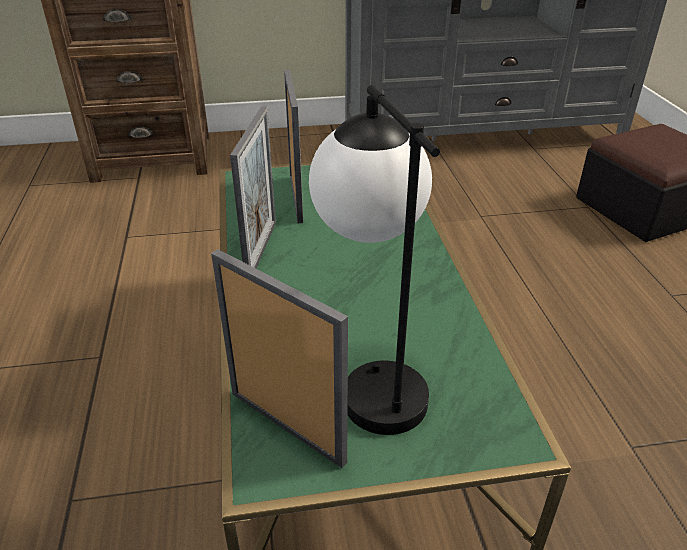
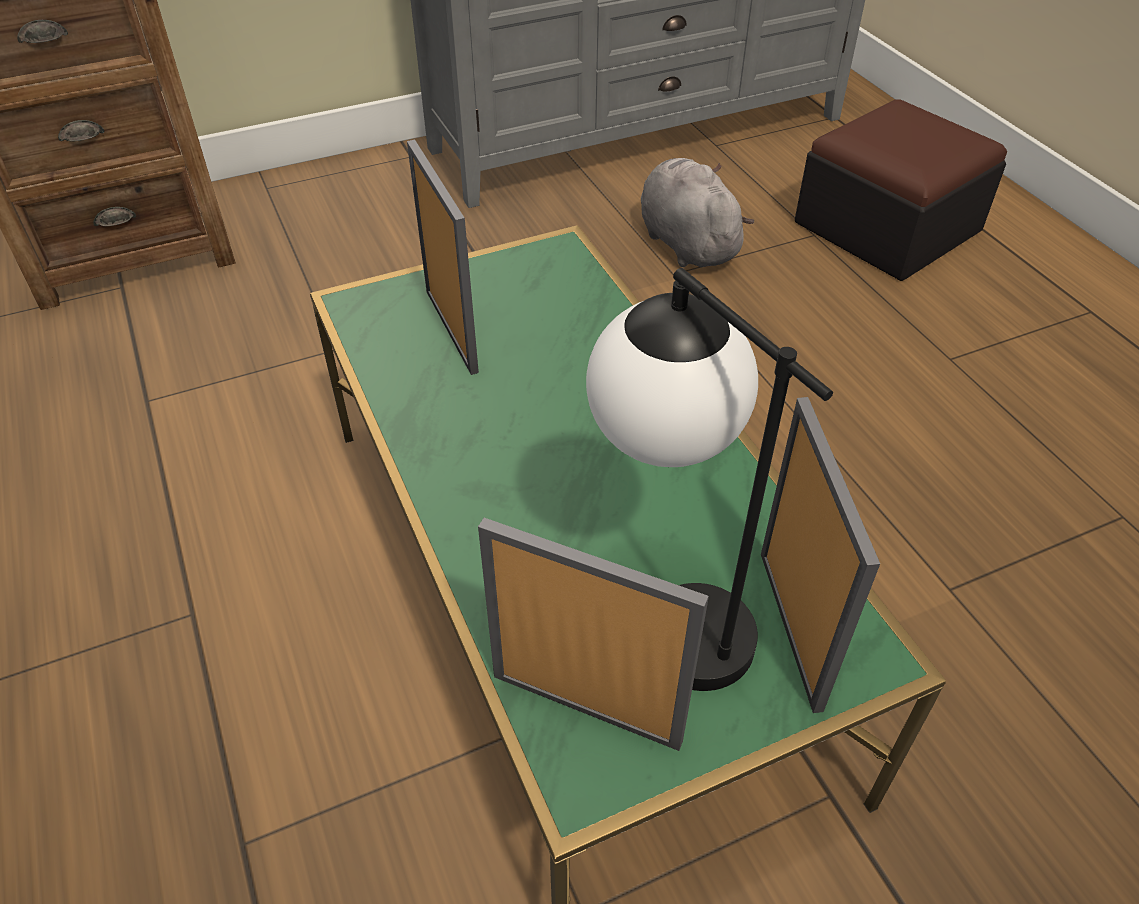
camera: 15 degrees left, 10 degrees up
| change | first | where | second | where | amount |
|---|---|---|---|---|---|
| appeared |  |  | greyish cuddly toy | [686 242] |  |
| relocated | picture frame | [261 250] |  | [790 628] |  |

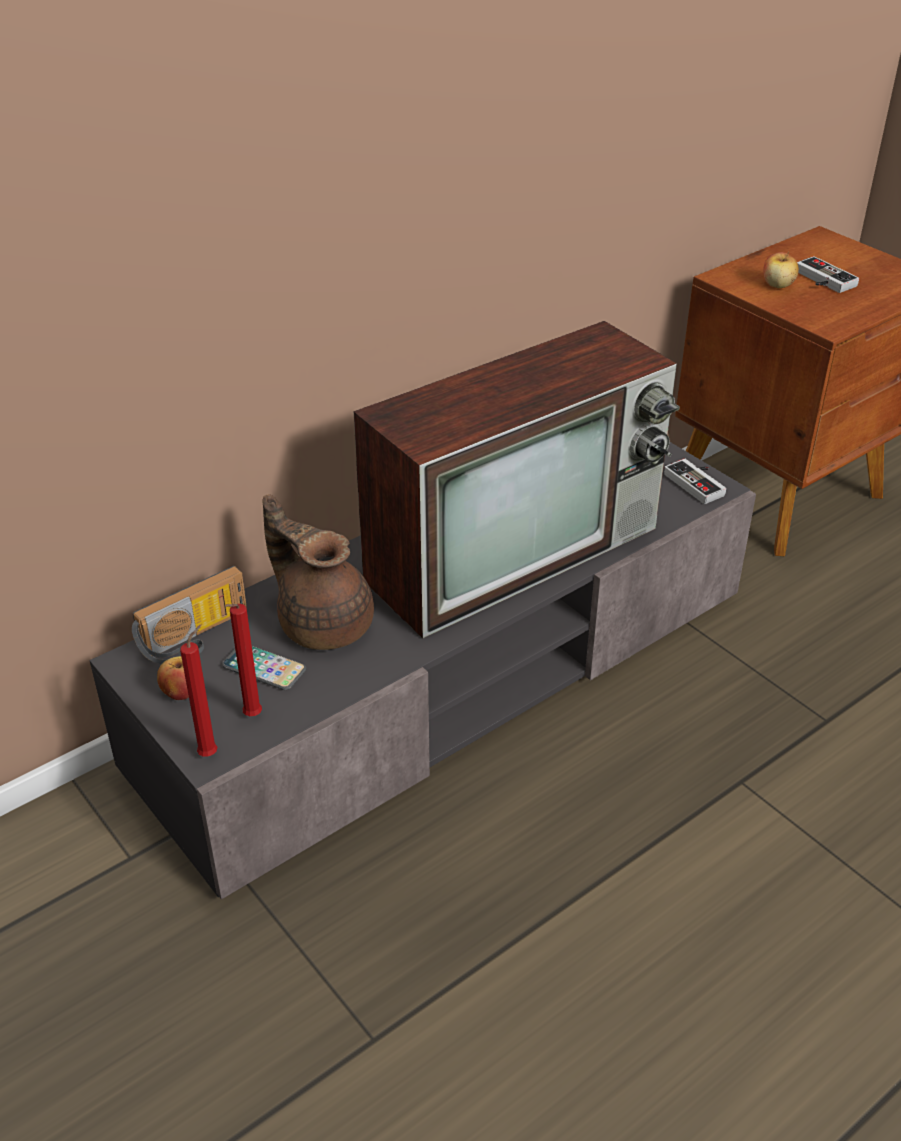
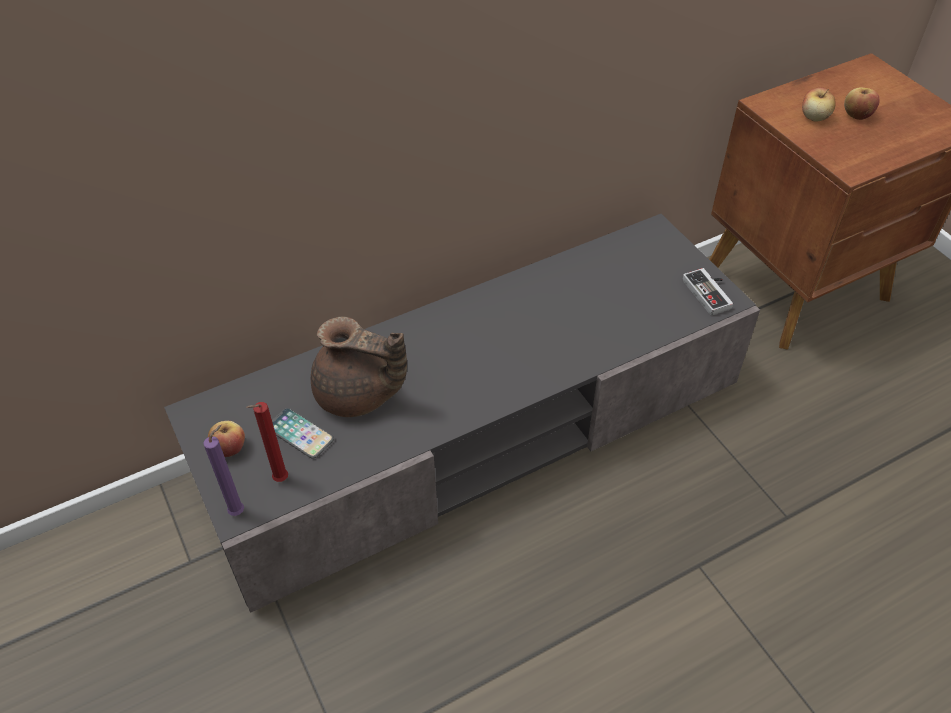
camera: 10 degrees right, 10 degrees up
| change | first | where | second | where | amount |
|---|---|---|---|---|---|
| colour | red-coloured candle | [211 753] | purple-coloured candle | [239 511] |  |
| spun | brownish pot for tea | [323 622] |  | [358 395] | 150 degrees clockwise |
| exchanged | game controller | [821 280] | apple fruit | [856 115] |  |
| missing | radio | [197 638] |  |  |  |
| missing | television | [516 550] |  |  |  |

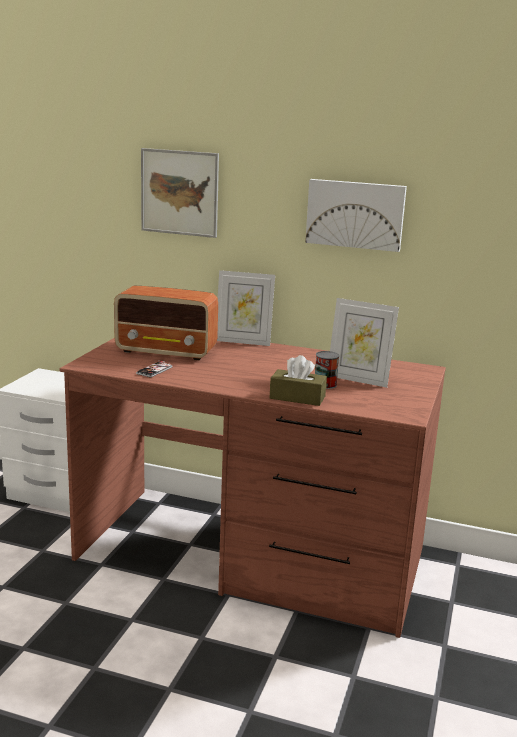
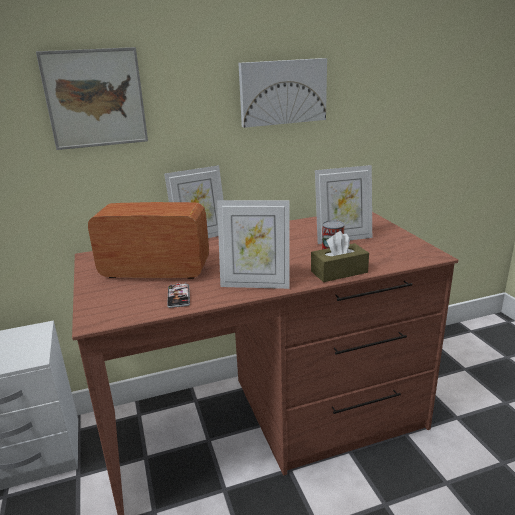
camera: 35 degrees left, 5 degrees up
| change | first | where | second | where | amount |
|---|---|---|---|---|---|
| spun | radio | [167 351] |  | [154 271] | 150 degrees counterclockwise |
| appeared |  |  | picture frame | [255 284] |  |

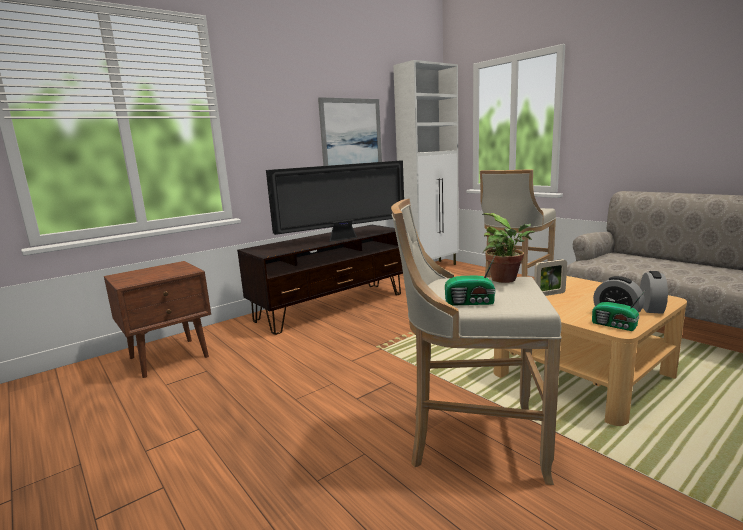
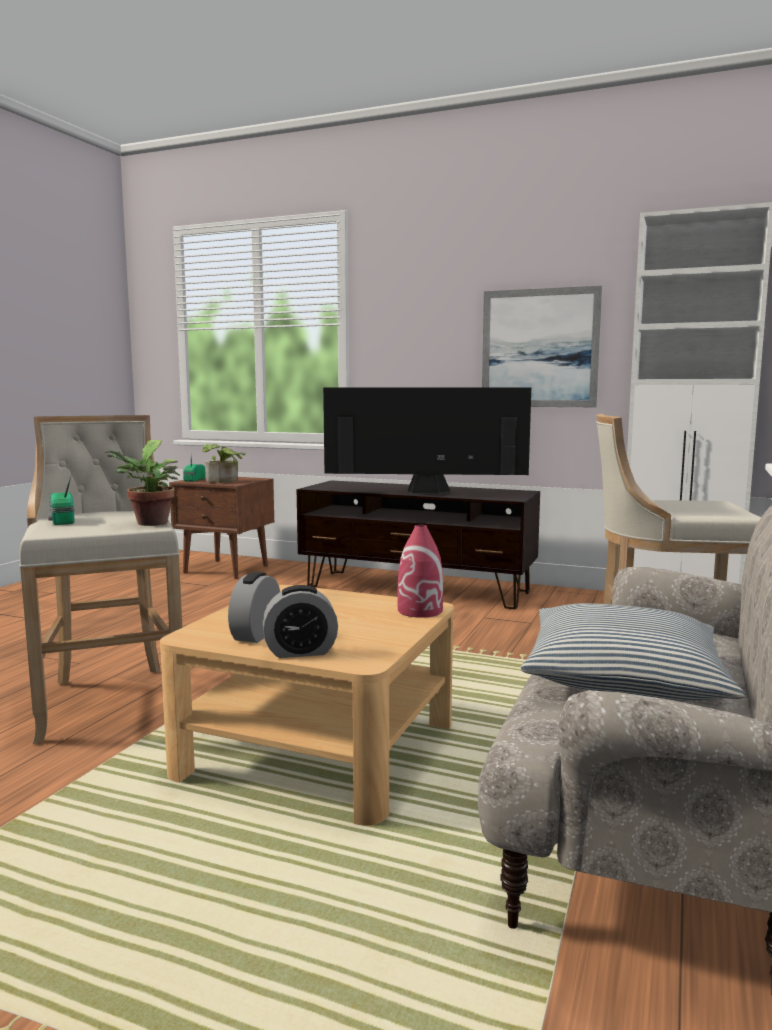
camera: 60 degrees right, 5 degrees down
| change | first | where | second | where | amount |
|---|---|---|---|---|---|
| relocated | radio | [615 326] |  | [193 480] |  |
| appeared |  |  | houseplant | [223 481] |  |
| spun | television | [343 238] |  | [425 493] | 150 degrees clockwise |
| appeared |  |  | red-coloured vase | [420 611] |  |
| appeared |  |  | throw pillow | [623 675] |  |
| missing | picture frame | [549 294] |  |  |  |

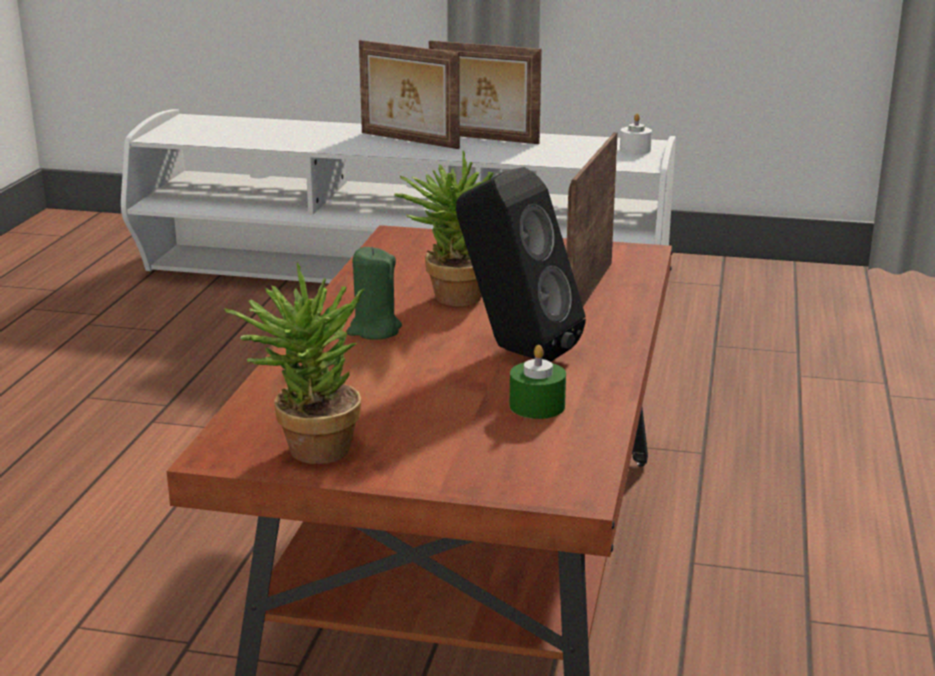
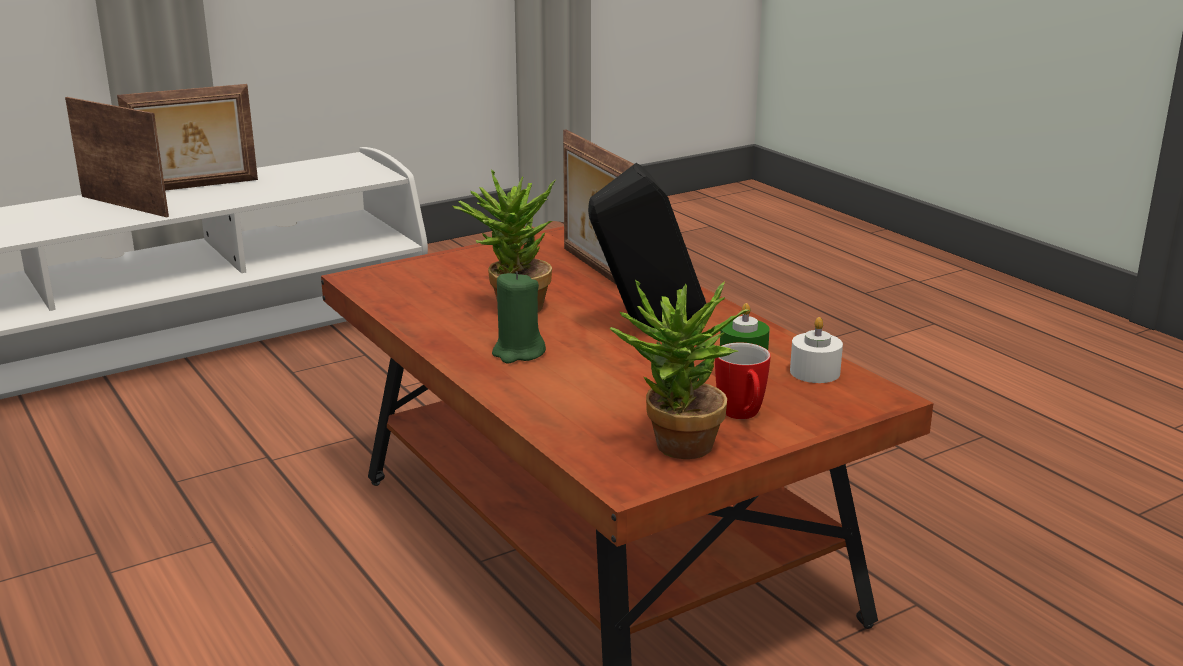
camera: 45 degrees left, 0 degrees up
| change | first | where | second | where | amount |
|---|---|---|---|---|---|
| spun | picture frame | [408 141] |  | [126 205] | 135 degrees counterclockwise |
| appeared |  |  | tea mug | [743 416] |  |
| relocated | white-coloured candle | [635 150] |  | [815 372] |  |

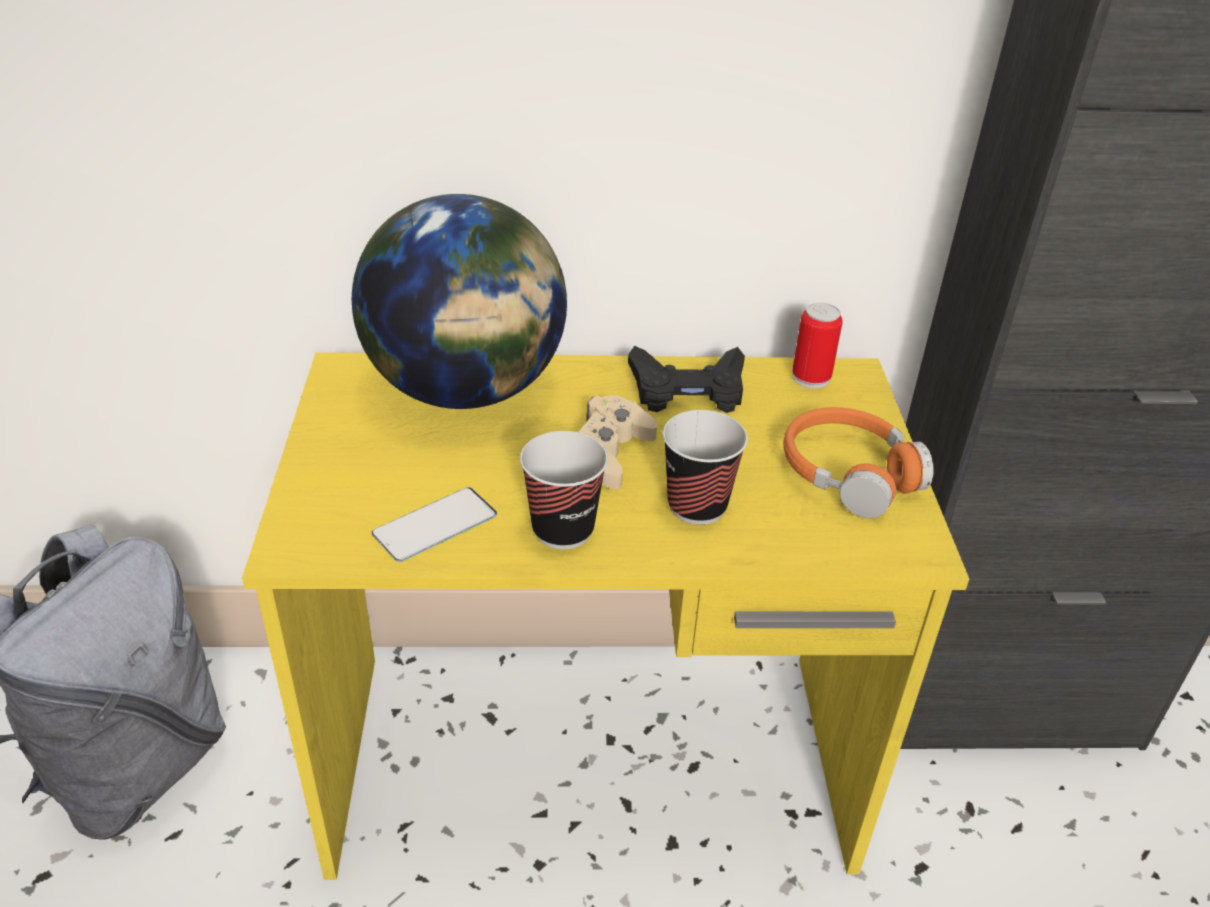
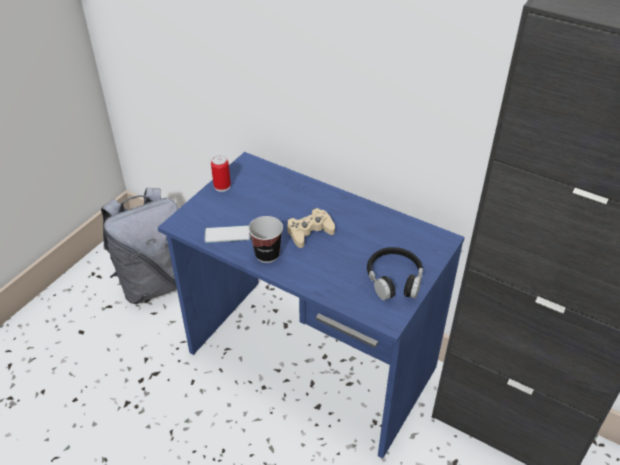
camera: 35 degrees right, 5 degrees up
| change | first | where | second | where | amount |
|---|---|---|---|---|---|
| colour | yellowish desk unit | [593 764] | blue desk unit | [310 362] |  |
| relocated | can | [811 378] |  | [222 186] |  |
| colour | orange-coloured pair of headphones | [849 474] | blackish pair of headphones | [394 279] |  |
| missing | world globe | [466 390] |  |  |  |
| missing | blackish game controller | [688 389] |  |  |  |
| missing | drinking cup | [697 506] |  |  |  |

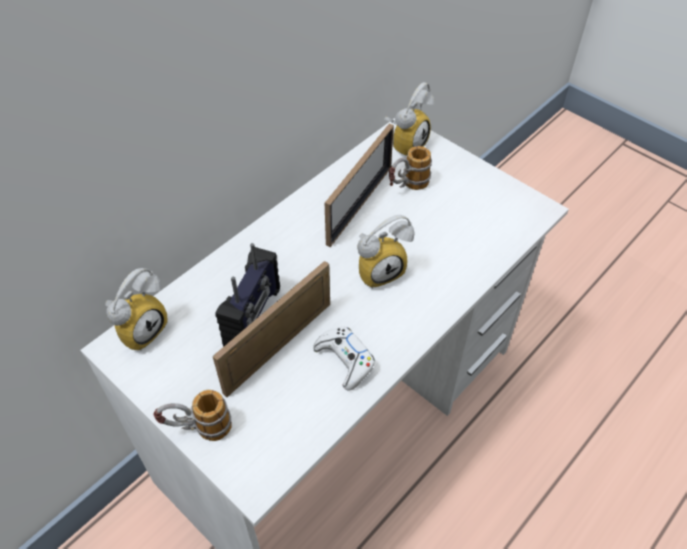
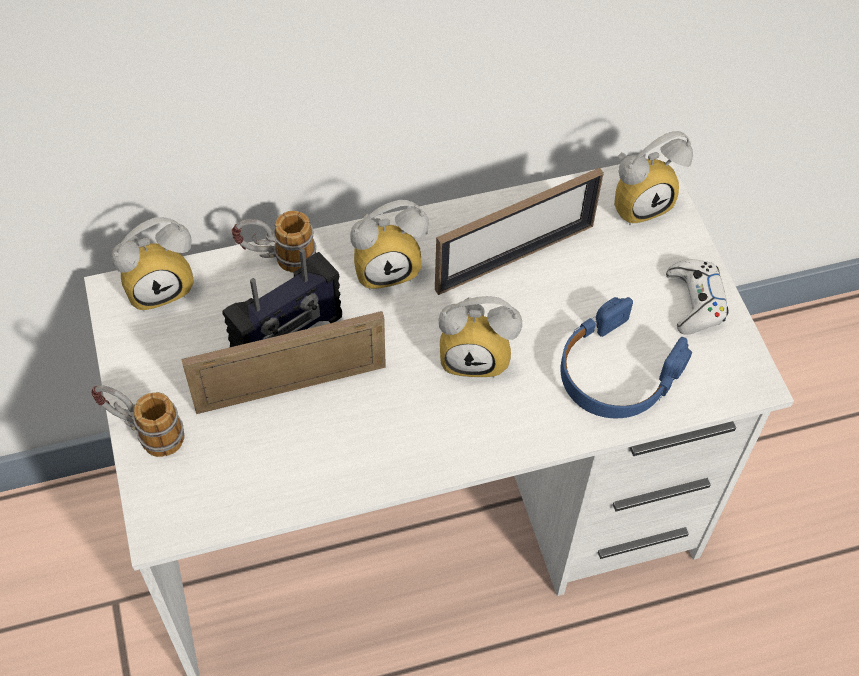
camera: 30 degrees right, 5 degrees up
| change | first | where | second | where | amount |
|---|---|---|---|---|---|
| relocated | tea mug | [407 187] |  | [277 260] |  |
| appeared |  |  | table clock | [387 266] |  |
| appeared |  |  | blue pair of headphones | [616 372] |  |
| relocated | white-coloured game controller | [345 361] |  | [695 302] |  |

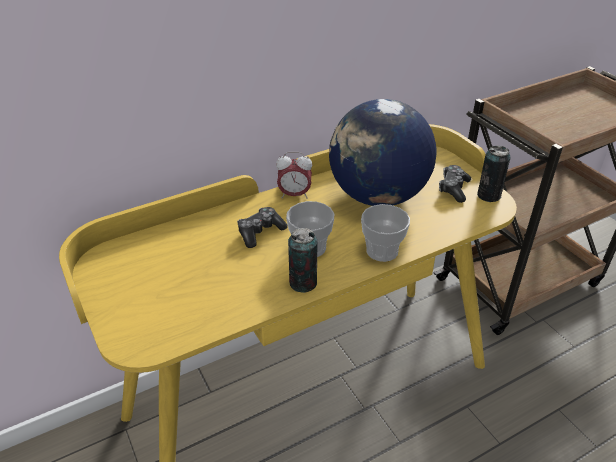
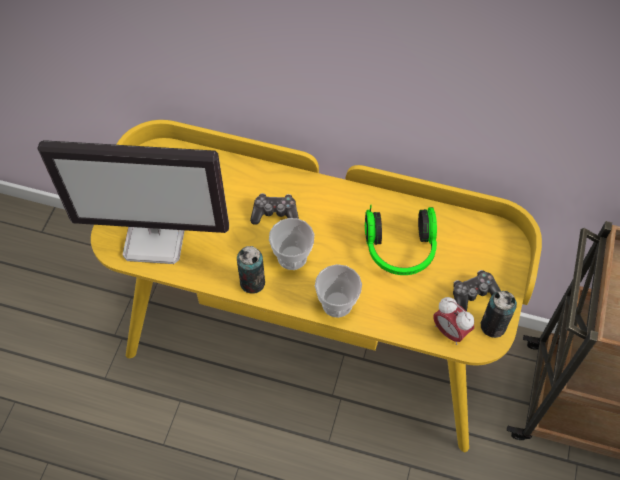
camera: 45 degrees right, 20 degrees up
| change | first | where | second | where | amount |
|---|---|---|---|---|---|
| appeared |  |  | computer display | [157 238] |  |
| exchanged | world globe | [377 196] | pair of headphones | [400 251] |  |
| relocated | table clock | [294 195] |  | [450 331] |  |

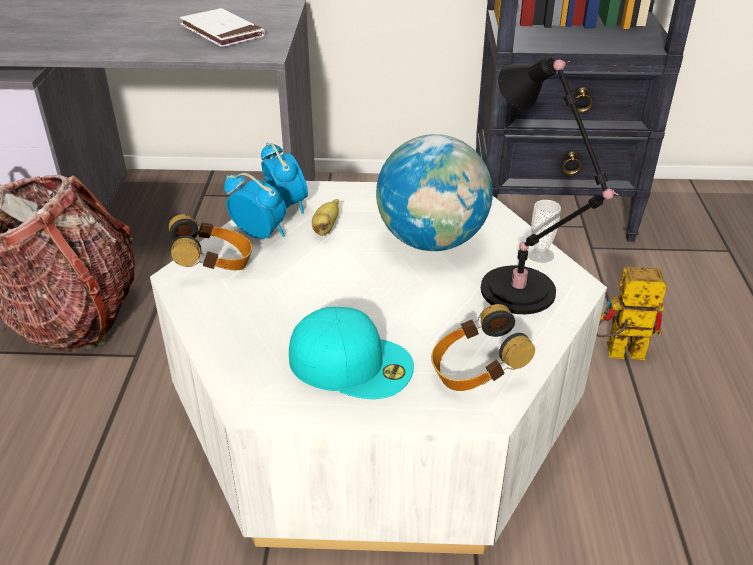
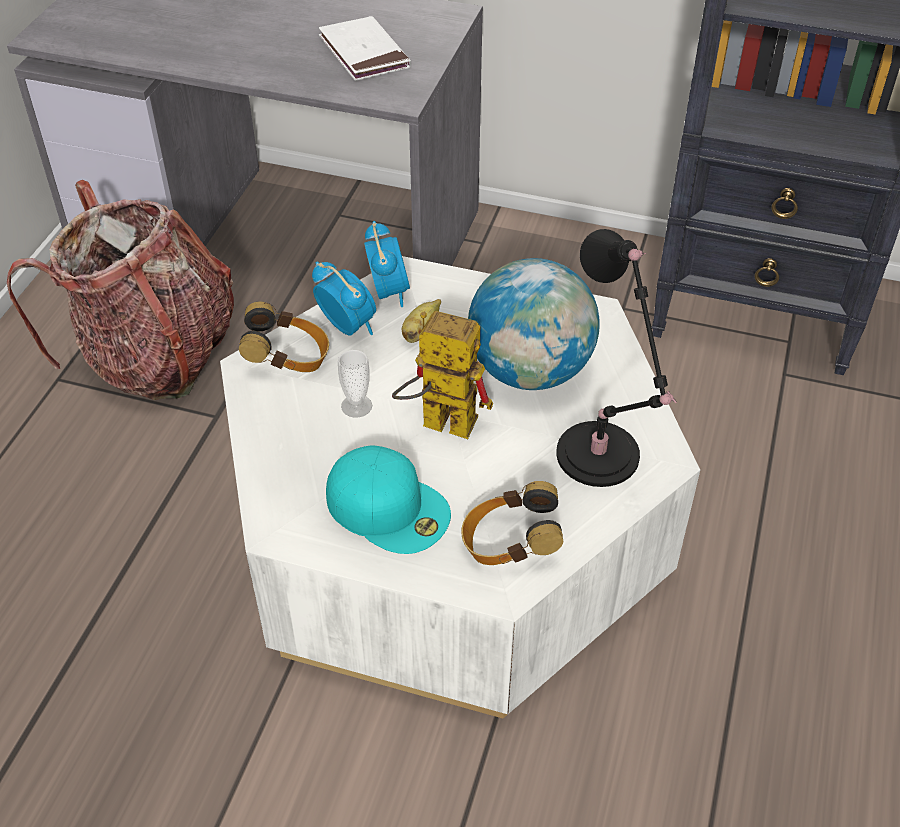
camera: 15 degrees right, 10 degrees up
| change | first | where | second | where | amount |
|---|---|---|---|---|---|
| relocated | drinking cup | [540 254] |  | [356 406] |  |
| relocated | model robot | [616 353] |  | [437 422] |  |

